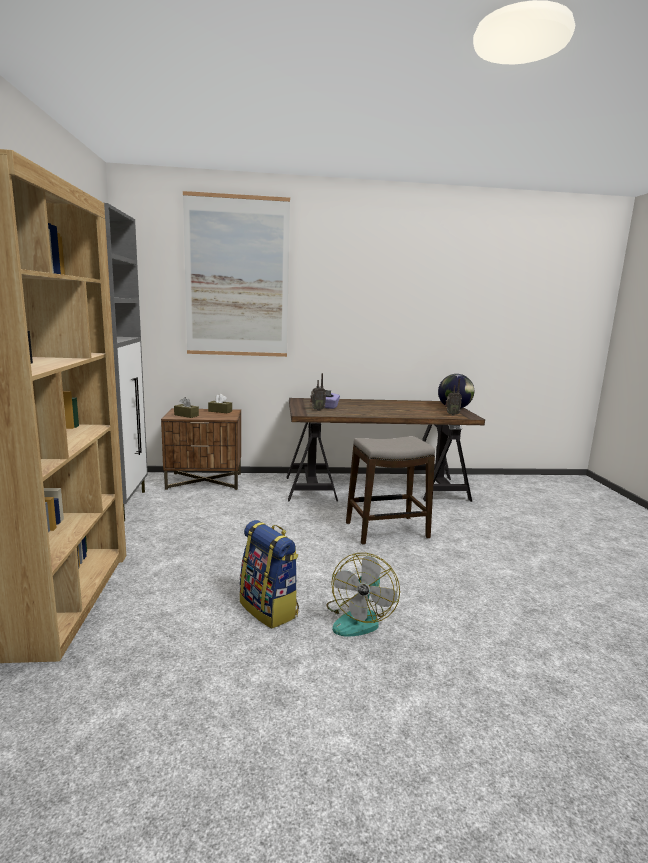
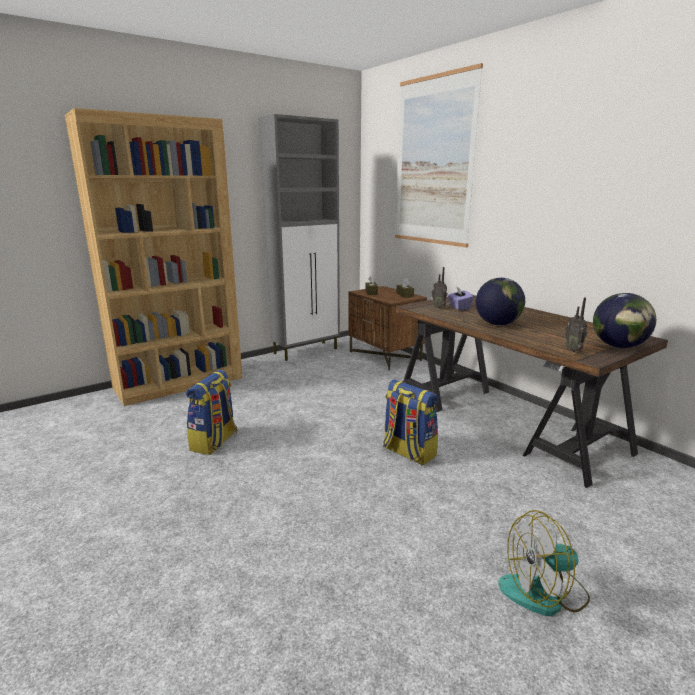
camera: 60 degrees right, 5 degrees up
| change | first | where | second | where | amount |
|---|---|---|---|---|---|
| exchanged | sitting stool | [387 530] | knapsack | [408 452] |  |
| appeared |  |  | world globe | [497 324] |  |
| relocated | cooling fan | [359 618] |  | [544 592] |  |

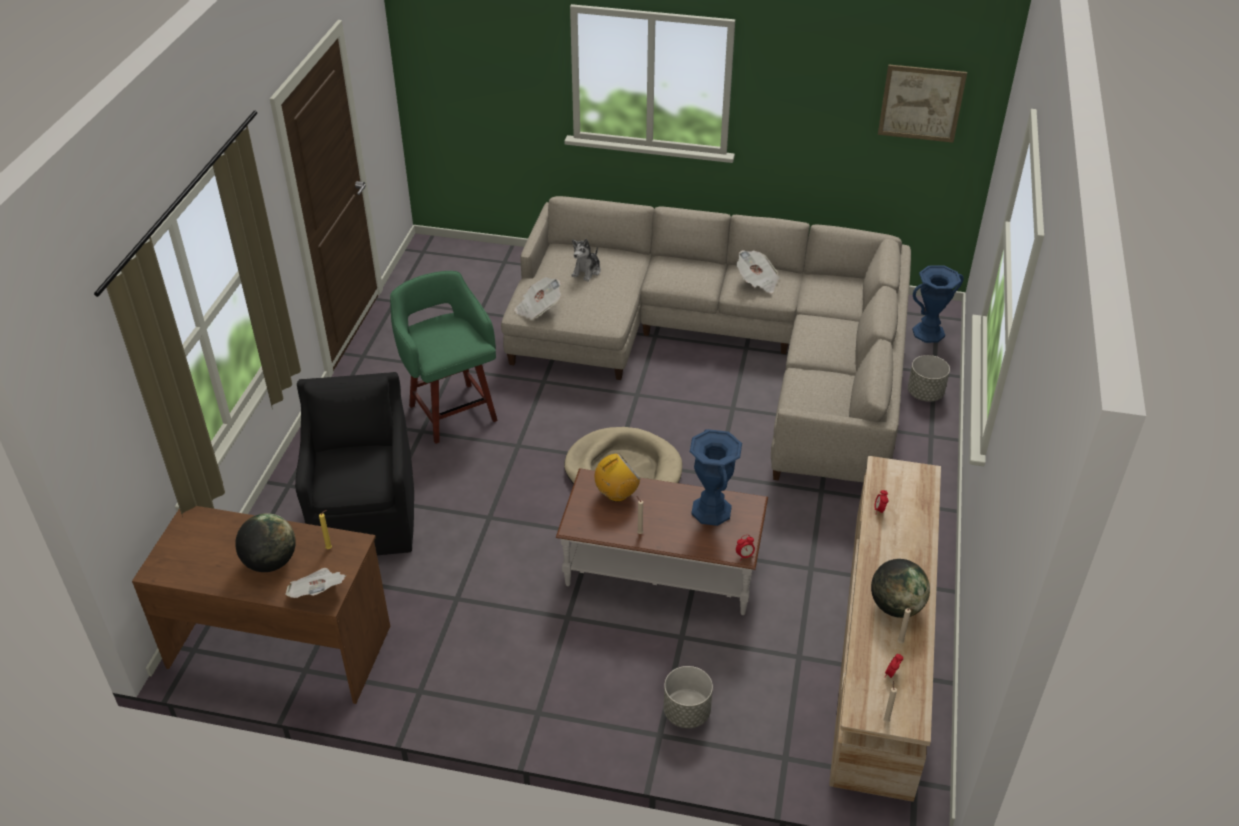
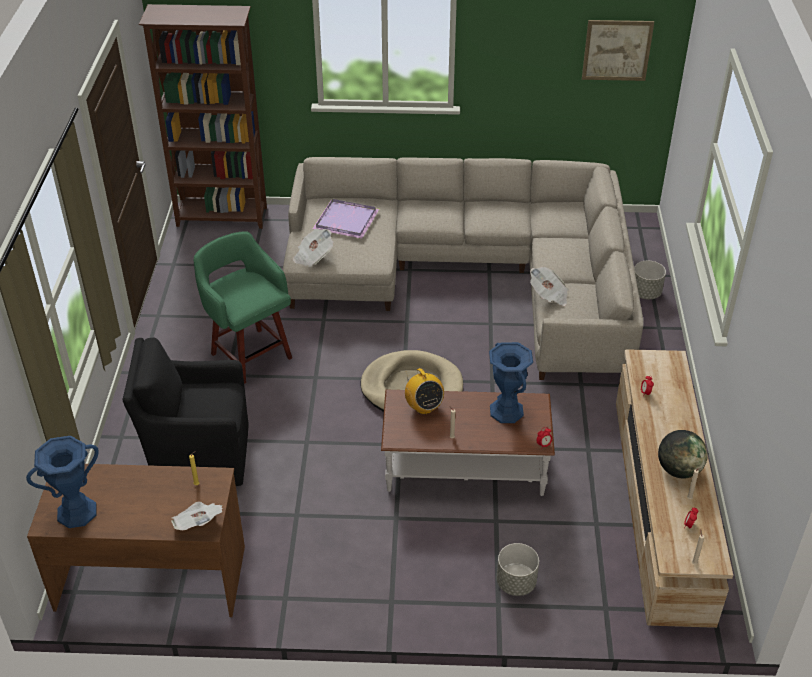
camera: 10 degrees left, 0 degrees up
| change | first | where | second | where | amount |
|---|---|---|---|---|---|
| relocated | blue vase | [928 333] |  | [77 512] |  |
| spun | blackish armchair | [366 517] |  | [198 456] | 75 degrees counterclockwise |
| appeared |  |  | brownish bookshelf | [222 217] |  |
| exchanged | cuddly toy | [587 271] | purple-coloured serving tray | [347 220] |  |
| spun | radio | [617 494] |  | [423 407] | 105 degrees clockwise |
| relocated | newspaper | [757 281] |  | [549 295] |  |
| missing | world globe | [271 562] |  |  |  |

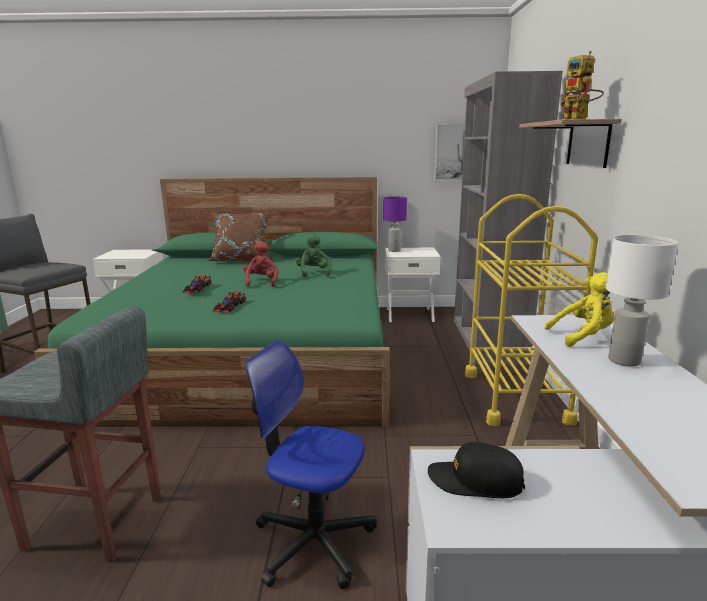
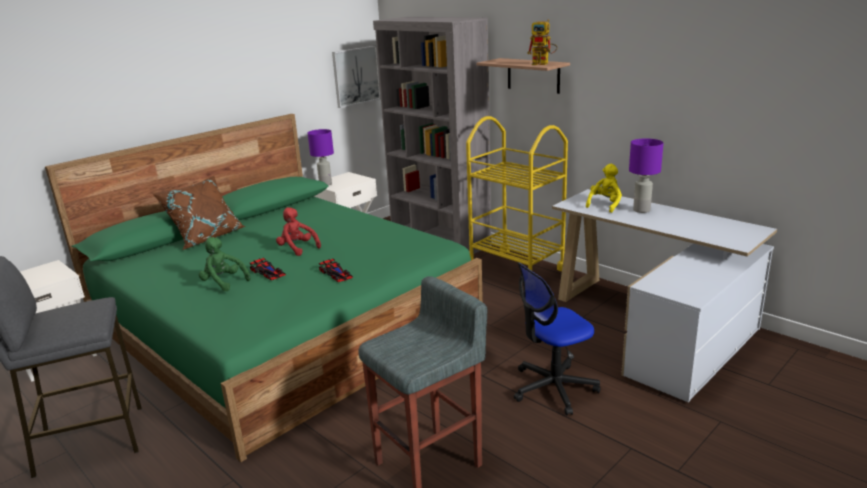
camera: 45 degrees left, 5 degrees up
| change | first | where | second | where | amount |
|---|---|---|---|---|---|
| relocated | green cuddly toy | [313 273] |  | [223 282] |  |
| colour | white-coloured tabletop lamp | [623 360] | purple-coloured tabletop lamp | [641 210] |  |
| missing | blackish cap | [475 481] |  |  |  |

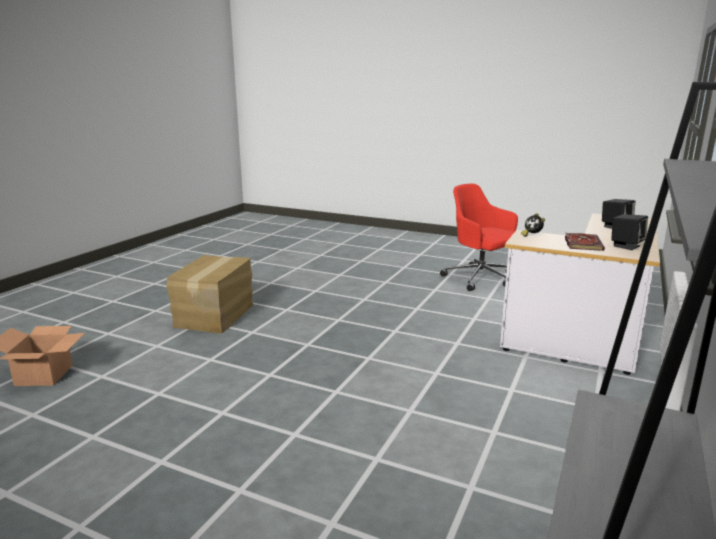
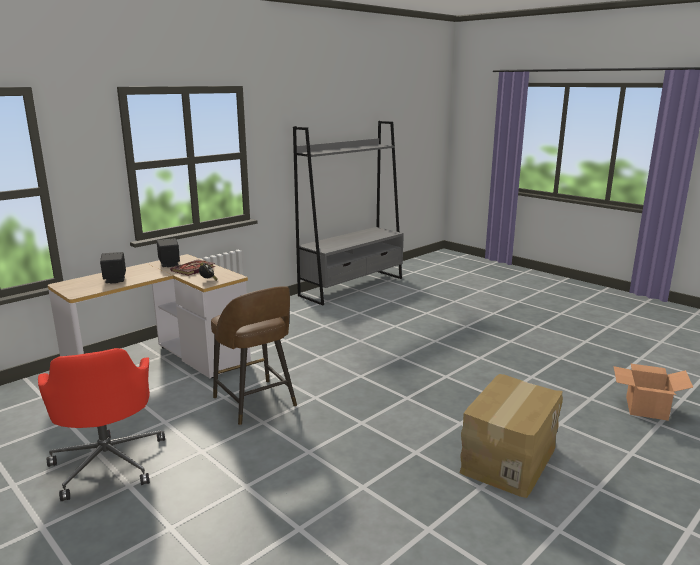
camera: 160 degrees left, 0 degrees up
| change | first | where | second | where | amount |
|---|---|---|---|---|---|
| appeared |  |  | brownish sitting stool | [255 403] |  |

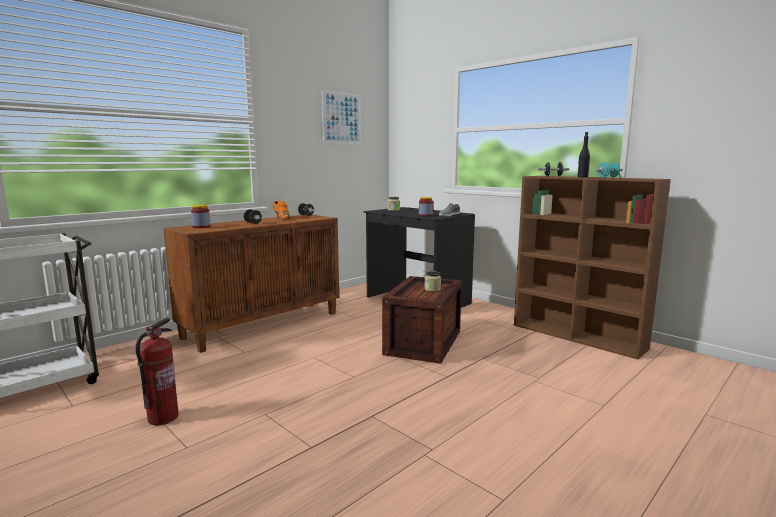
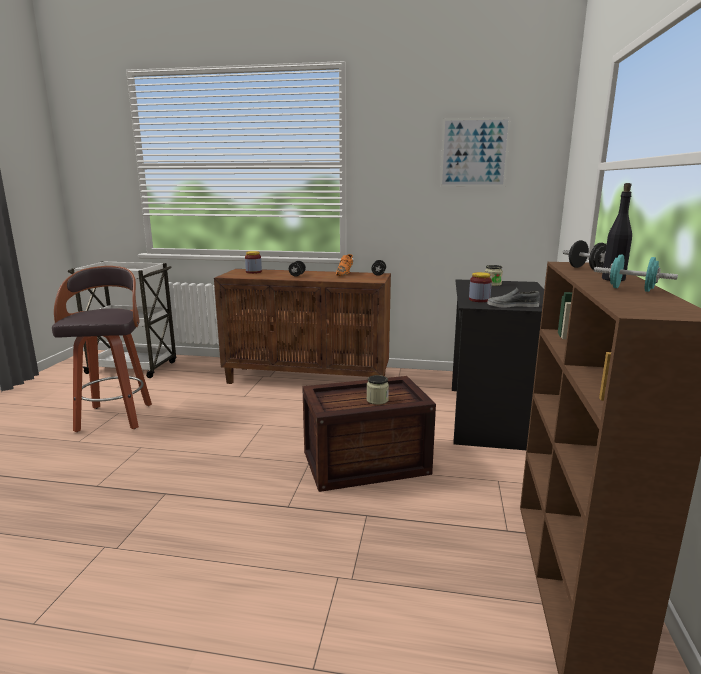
camera: 55 degrees right, 5 degrees up
| change | first | where | second | where | amount |
|---|---|---|---|---|---|
| exchanged | fire-fighting cylinder | [163 417] | sitting stool | [115 417] |  |

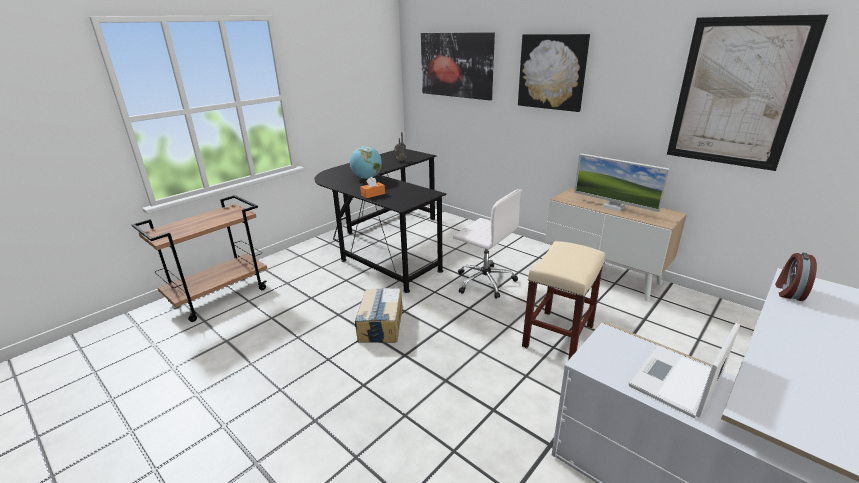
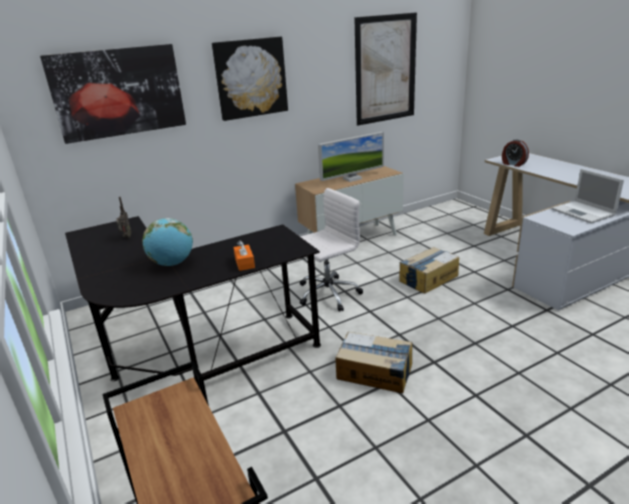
camera: 70 degrees left, 0 degrees up
| change | first | where | second | where | amount |
|---|---|---|---|---|---|
| exchanged | sand-coloured sitting stool | [558 336] | packing box | [428 278] |  |

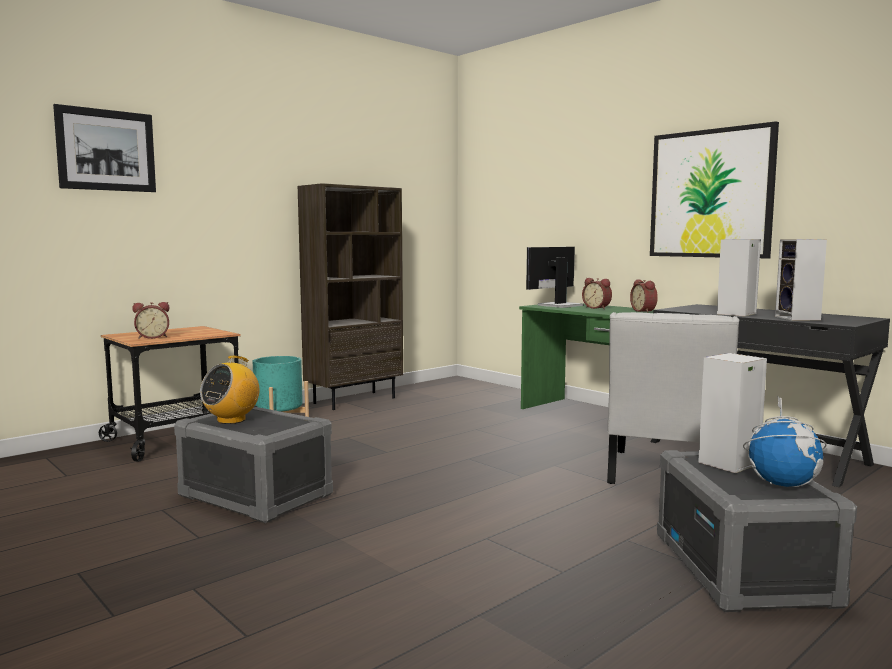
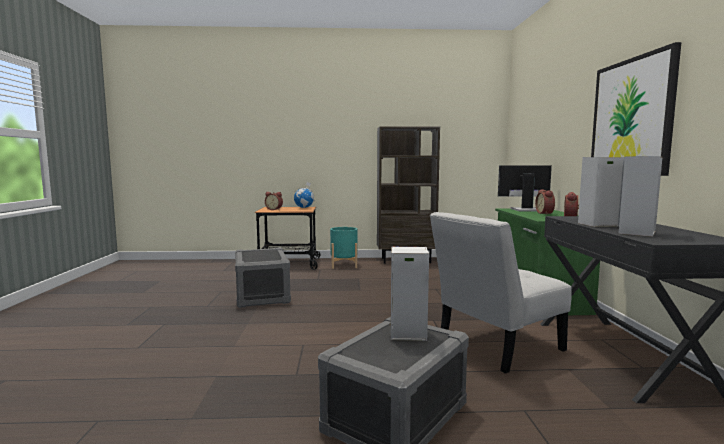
camera: 40 degrees right, 0 degrees up
| change | first | where | second | where | amount |
|---|---|---|---|---|---|
| relocated | world globe | [783 484] |  | [304 207] |  |
| missing | picture | [106 150] |  |  |  |
| missing | radio | [231 420] |  |  |  |

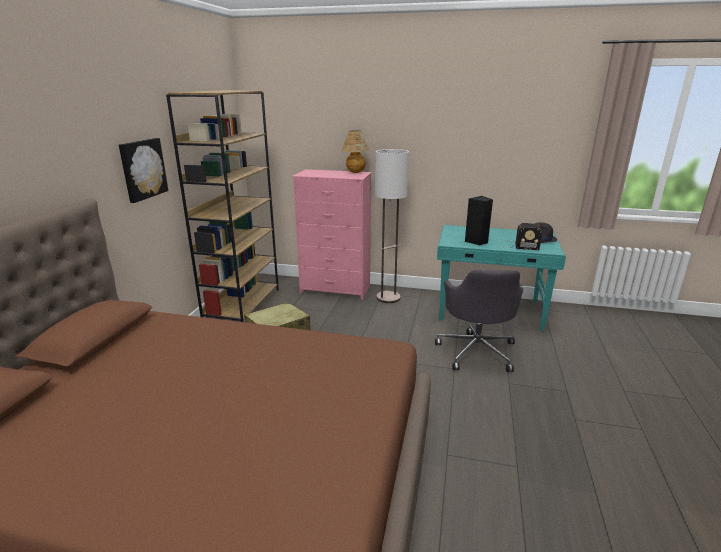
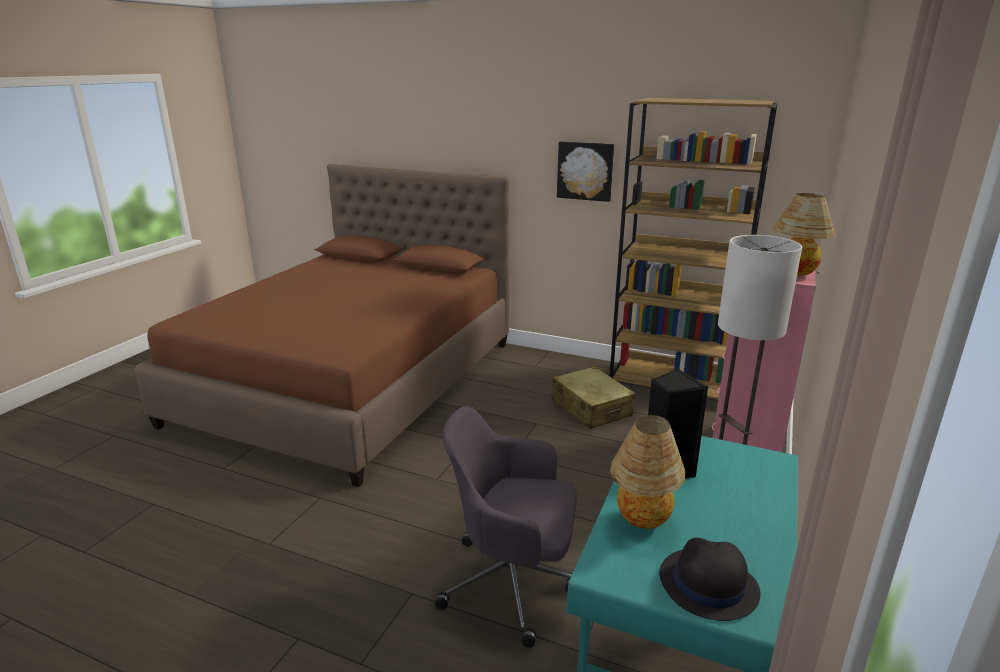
camera: 100 degrees right, 0 degrees up
| change | first | where | second | where | amount |
|---|---|---|---|---|---|
| exchanged | radio | [518 245] | tabletop lamp | [642 523] |  |

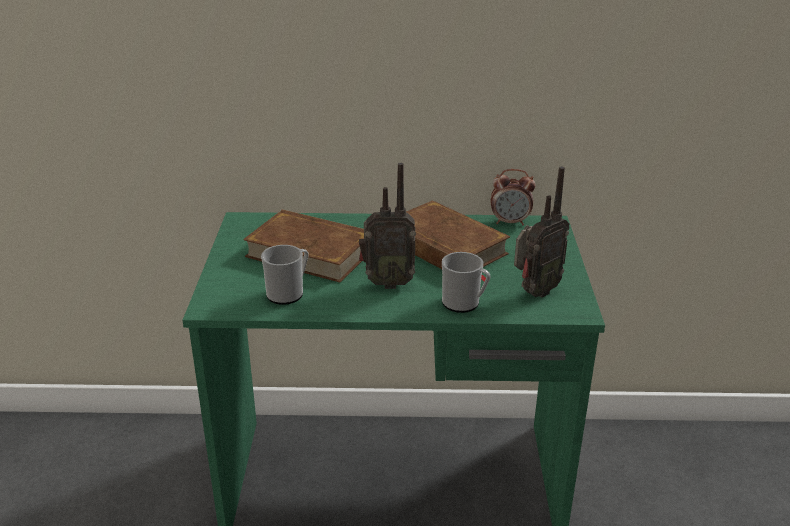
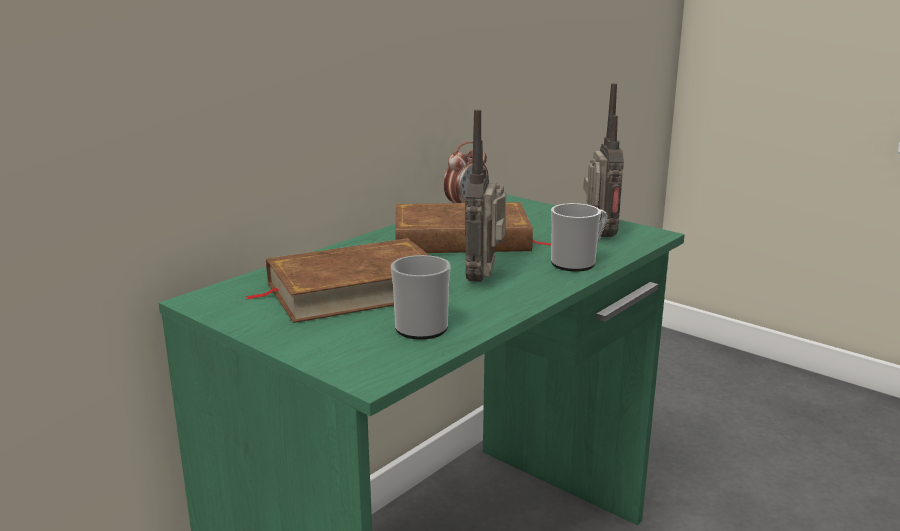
camera: 50 degrees left, 10 degrees down
| change | first | where | second | where | amount |
|---|---|---|---|---|---|
| spun | radio | [387 283] |  | [485 278] | 150 degrees clockwise |

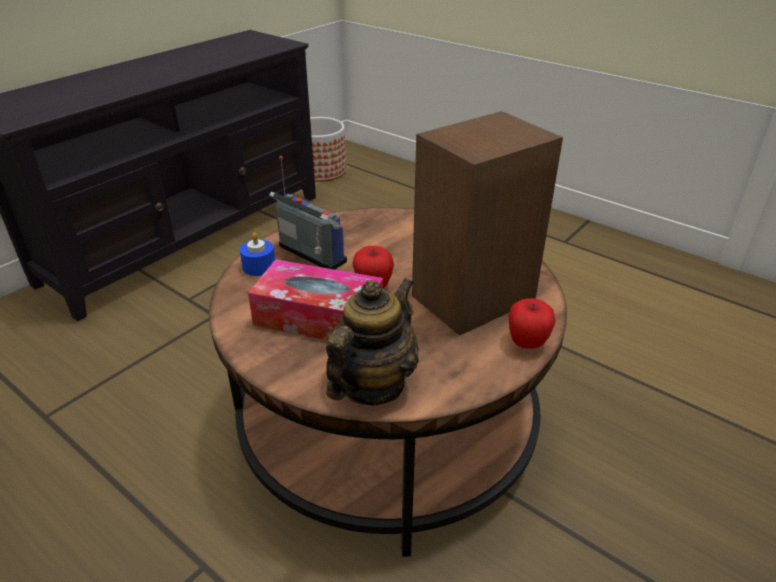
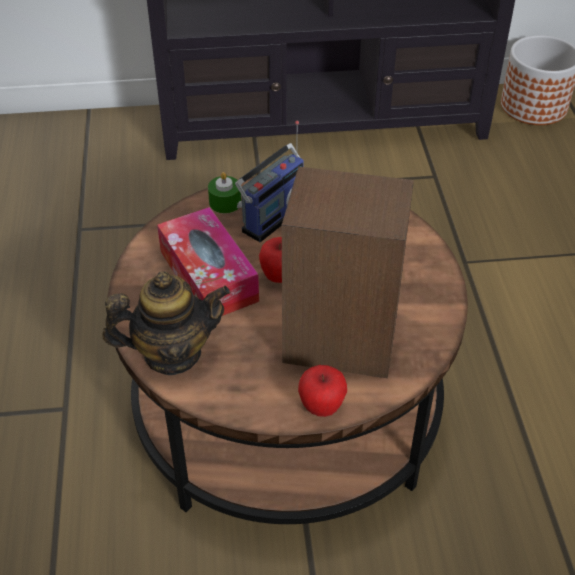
camera: 45 degrees right, 10 degrees up
| change | first | where | second | where | amount |
|---|---|---|---|---|---|
| colour | blue candle | [259 266] | green candle | [225 202] |  |
| spun | radio | [309 256] |  | [272 216] | 45 degrees clockwise |

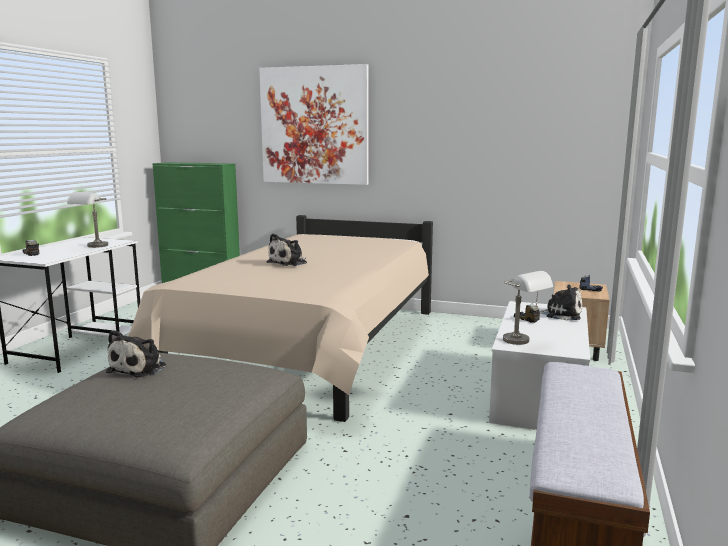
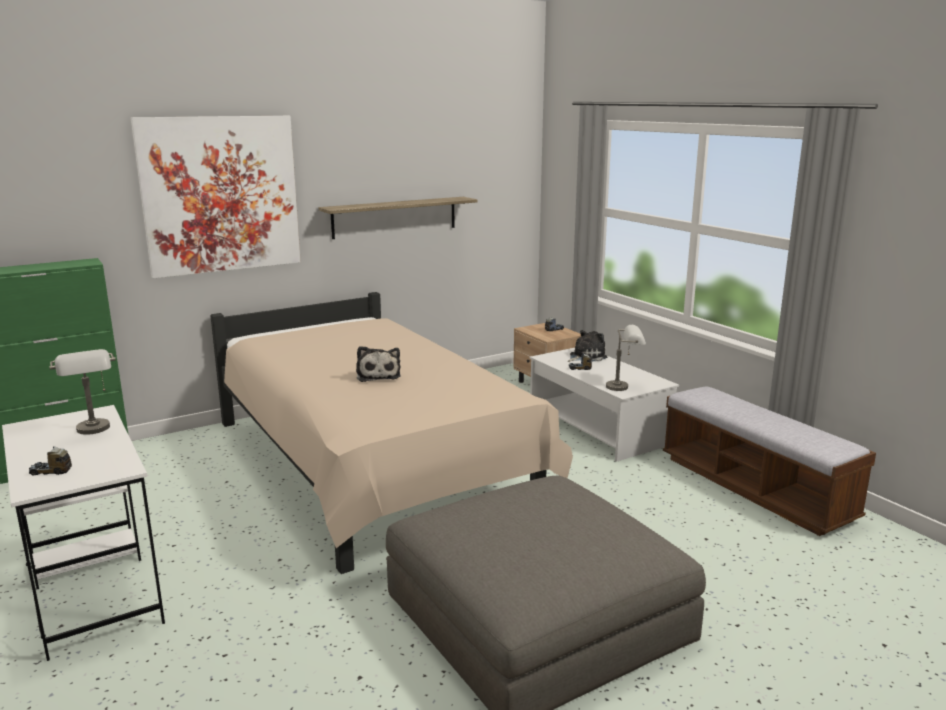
camera: 50 degrees left, 5 degrees up
| change | first | where | second | where | amount |
|---|---|---|---|---|---|
| appeared |  |  | wall shelf | [395 217] |  |
| missing | cuddly toy | [140 368] |  |  |  |

